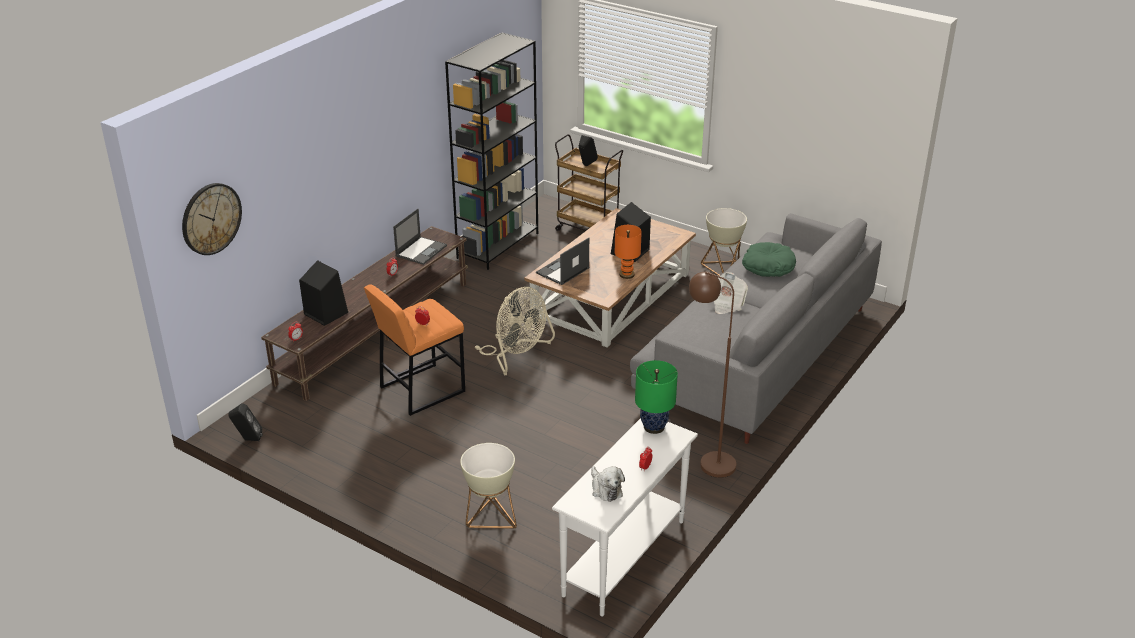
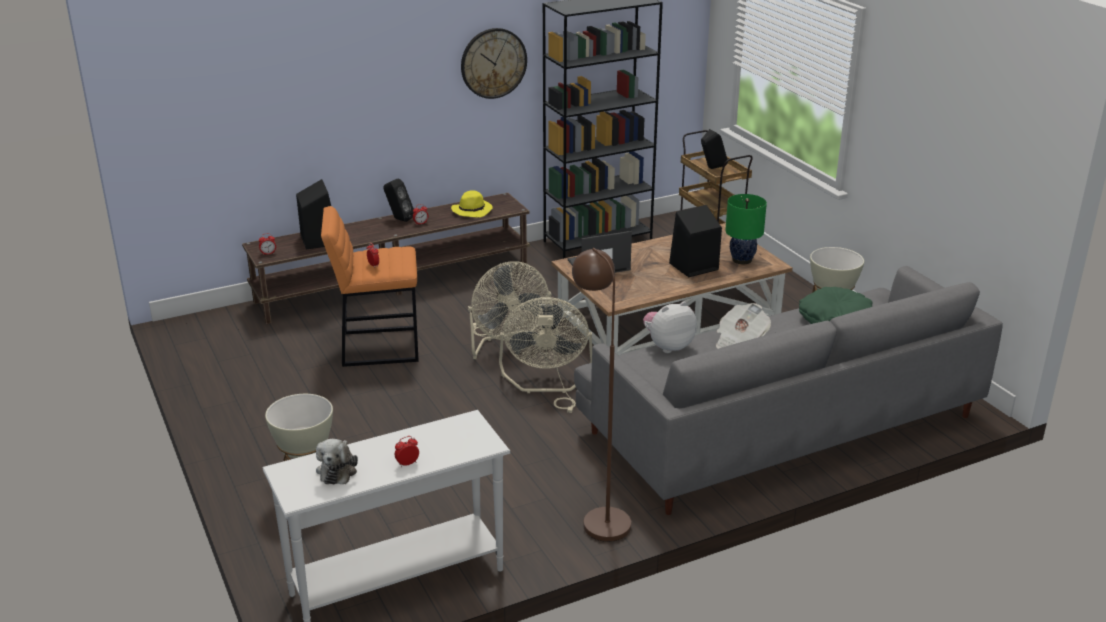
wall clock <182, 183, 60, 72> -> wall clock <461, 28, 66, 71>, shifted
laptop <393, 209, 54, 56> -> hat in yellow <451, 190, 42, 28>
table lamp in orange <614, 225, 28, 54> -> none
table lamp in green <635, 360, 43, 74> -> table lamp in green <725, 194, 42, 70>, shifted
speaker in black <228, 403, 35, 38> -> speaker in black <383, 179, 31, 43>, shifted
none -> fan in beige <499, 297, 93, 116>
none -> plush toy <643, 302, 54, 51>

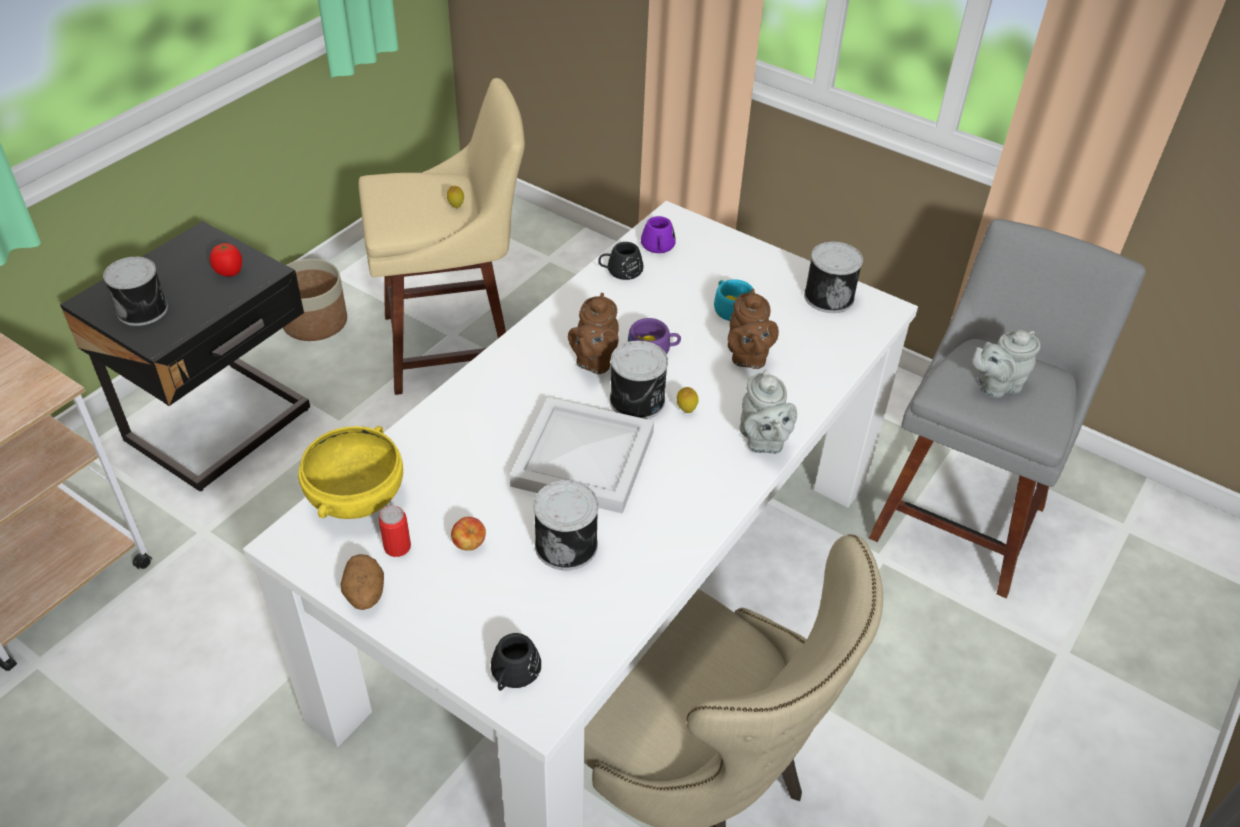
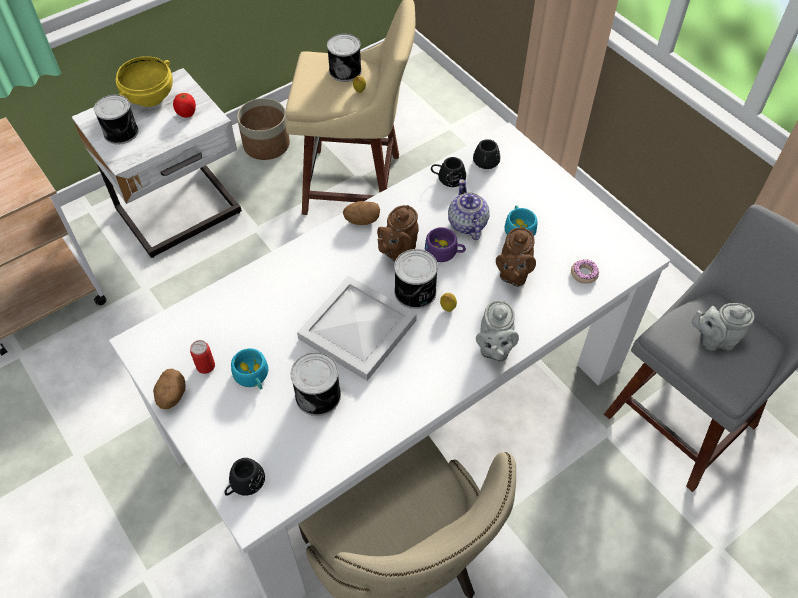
mug in purple <641, 216, 35, 37> -> mug in black <473, 139, 27, 30>
nightstand in black <60, 221, 250, 270> -> nightstand in white <72, 68, 170, 190>
can <804, 241, 59, 72> -> can <327, 34, 35, 48>, shifted
bowl in yellow <298, 426, 105, 93> -> bowl in yellow <116, 56, 57, 51>, shifted
apple <451, 517, 35, 34> -> cup in turquoise <231, 348, 37, 42>
none -> teapot <448, 179, 42, 61>
none -> potato <343, 201, 37, 24>
none -> donut <571, 259, 28, 25>

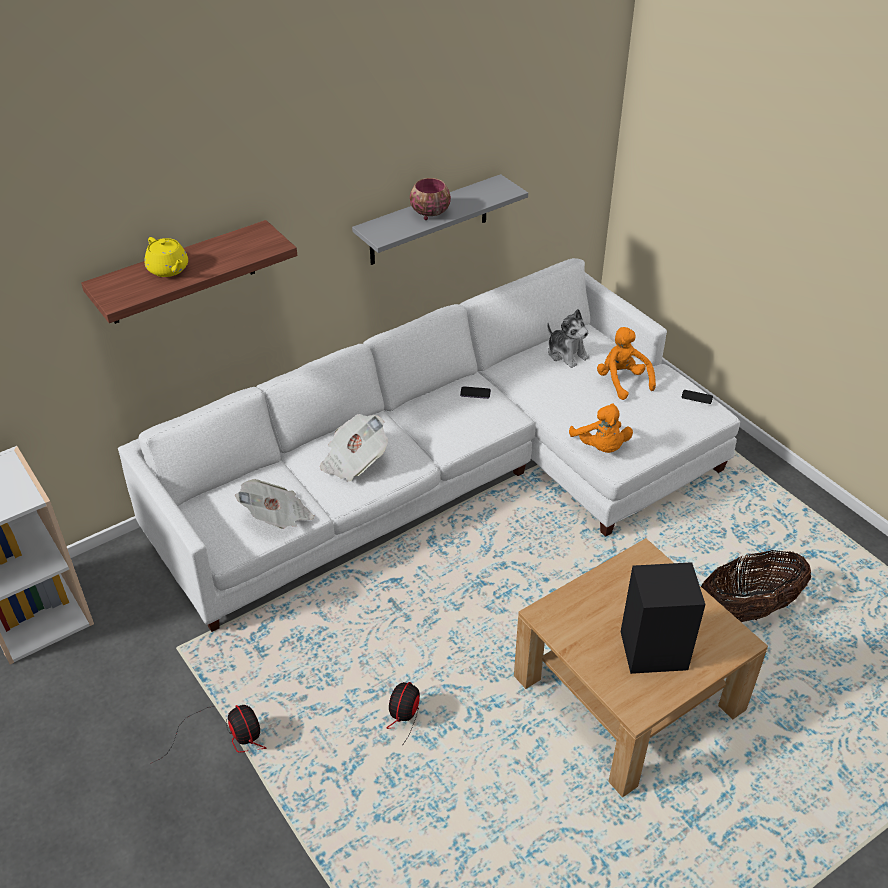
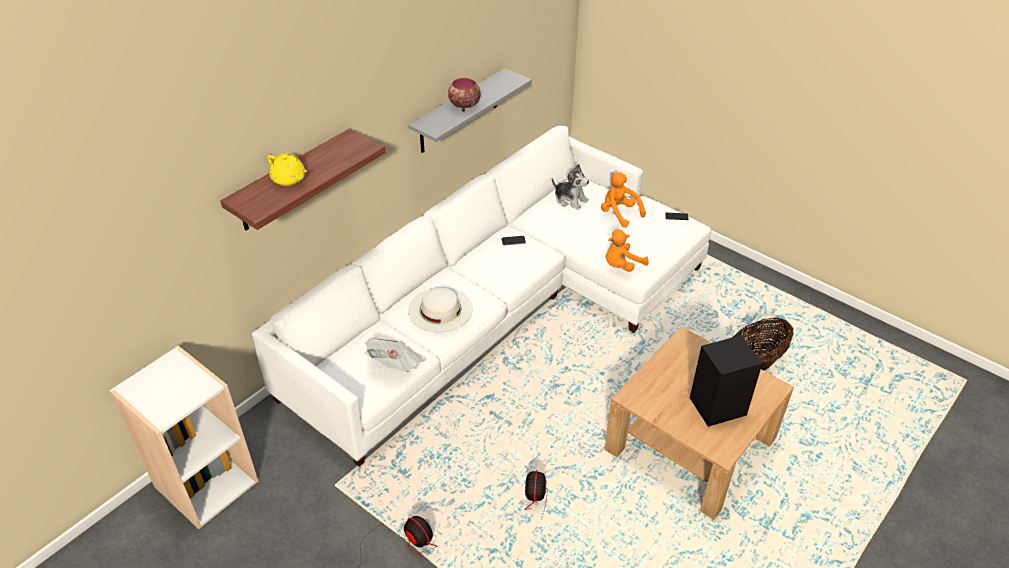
plush toy in orange <569, 403, 64, 50> -> plush toy in orange <606, 229, 43, 43>, 90 degrees clockwise
newspaper <320, 414, 68, 67> -> hat in white <408, 287, 65, 45>

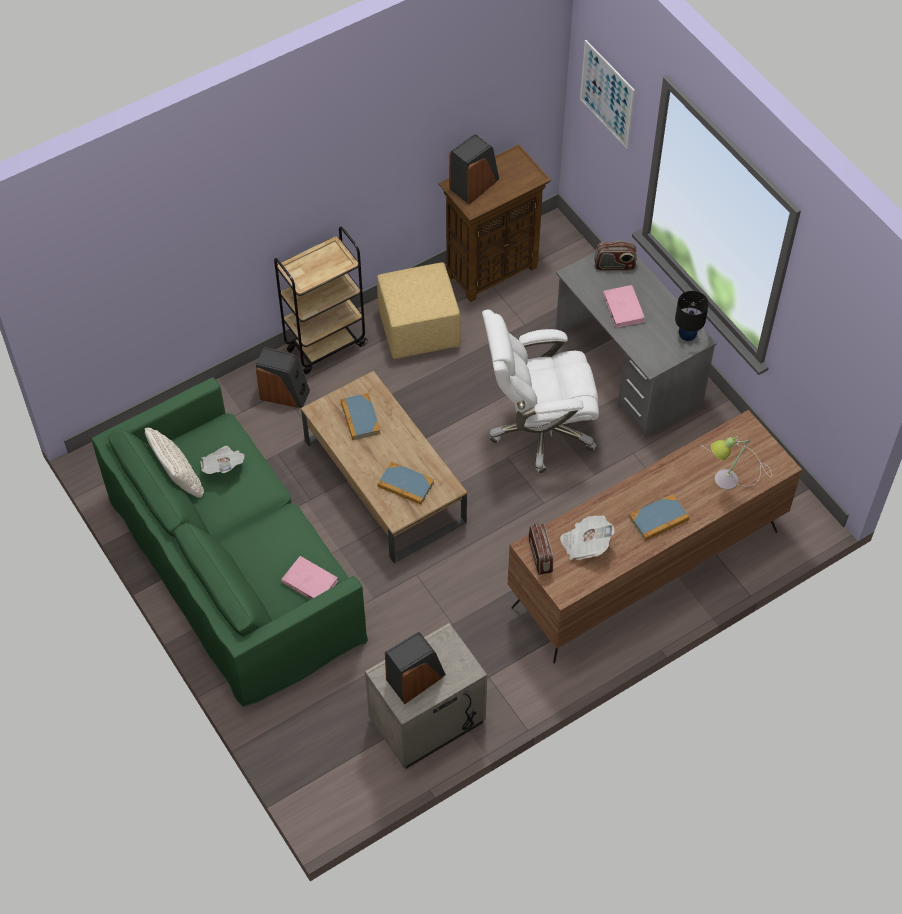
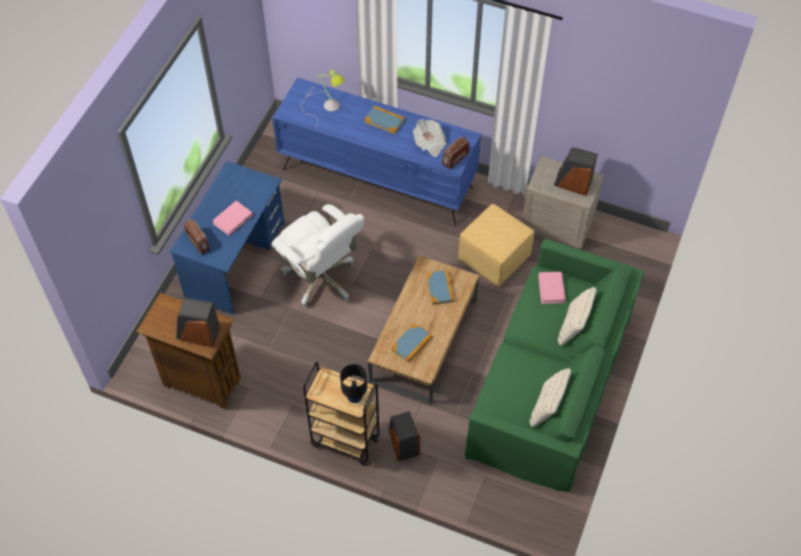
picture <580, 40, 55, 109> -> none
desk in grey <556, 238, 161, 200> -> desk in blue <170, 161, 115, 154>
ottoman in yellow <377, 262, 84, 97> -> ottoman in yellow <458, 204, 76, 83>, shifted
table lamp in black <675, 291, 34, 50> -> table lamp in black <340, 364, 27, 39>, shifted
tv stand in brown <508, 410, 294, 254> -> tv stand in blue <272, 77, 209, 149>
newspaper <201, 446, 44, 28> -> none
none -> pillow in beige <558, 287, 38, 58>

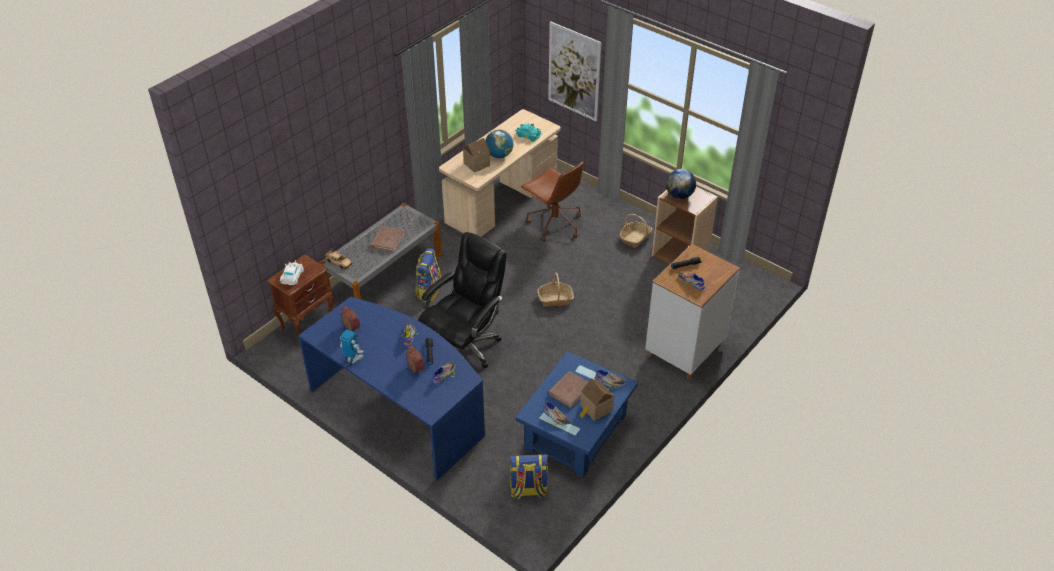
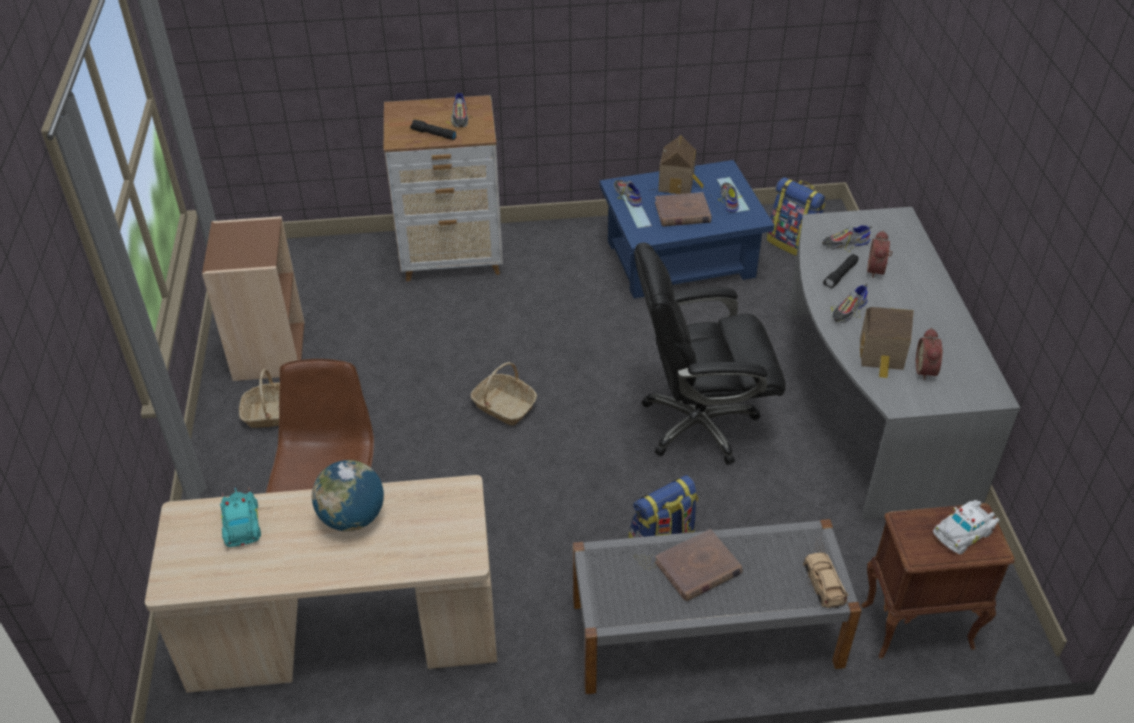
picture <548, 21, 53, 101> -> none
toy house <463, 138, 27, 35> -> toy house <860, 307, 54, 71>, shifted
globe <666, 169, 30, 30> -> none
desk in blue <298, 297, 187, 184> -> desk in grey <787, 207, 233, 313>
toy robot <340, 329, 24, 34> -> none

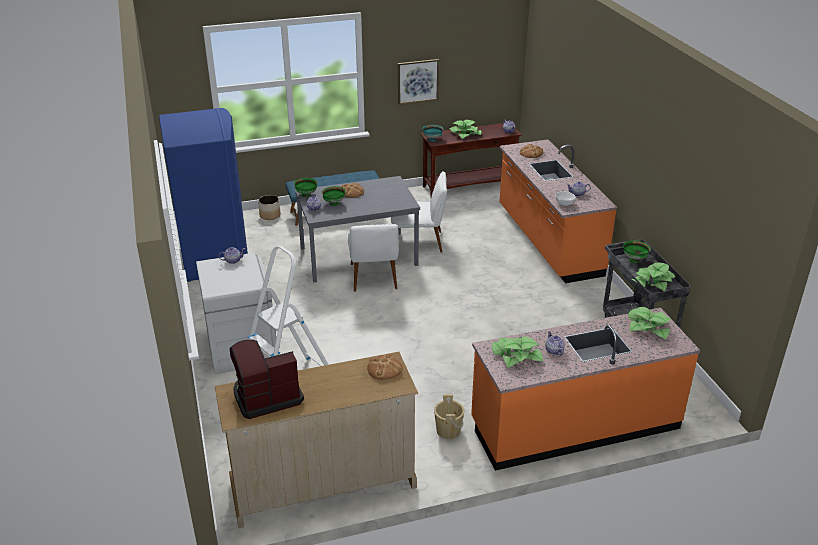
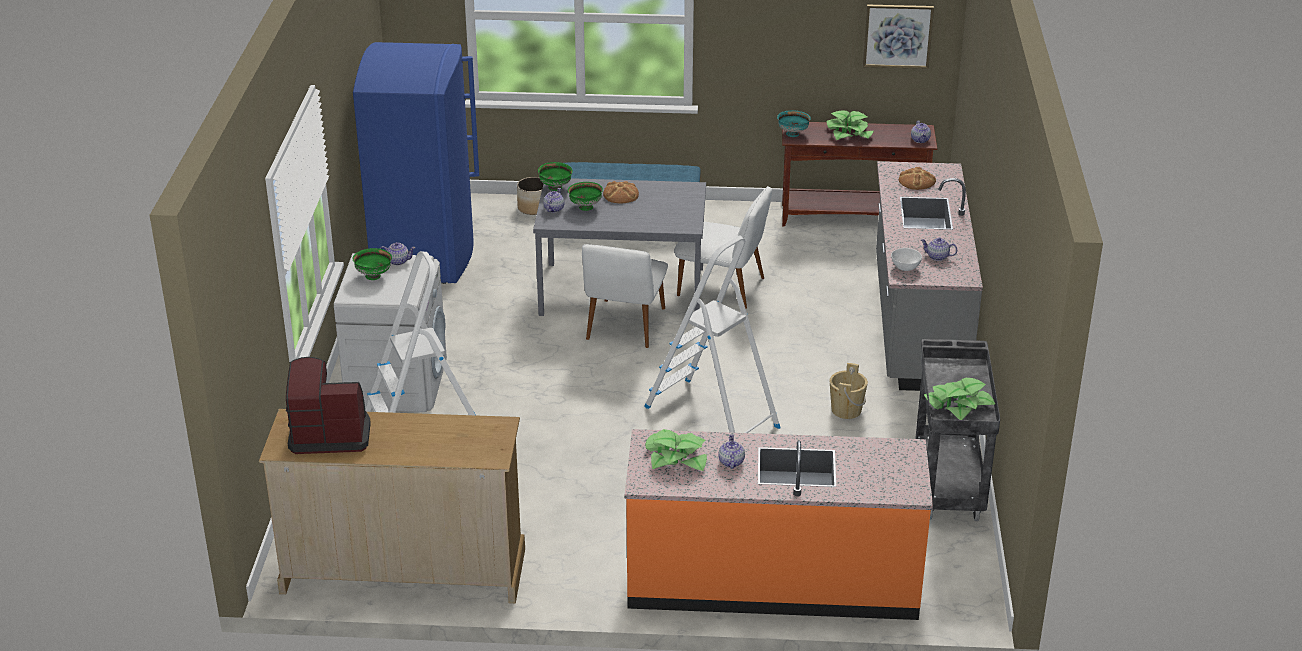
picture <398, 59, 41, 46> -> picture <863, 5, 71, 64>, shifted
counter in orange <500, 139, 117, 144> -> counter in grey <876, 161, 107, 230>
bowl in green <623, 240, 28, 23> -> bowl in green <352, 248, 40, 32>, shifted
potted plant <628, 307, 43, 32> -> none
bread <367, 354, 36, 26> -> none
bucket in beige <434, 394, 30, 45> -> bucket in beige <829, 363, 39, 56>, shifted
none -> step ladder in white <644, 235, 137, 198>

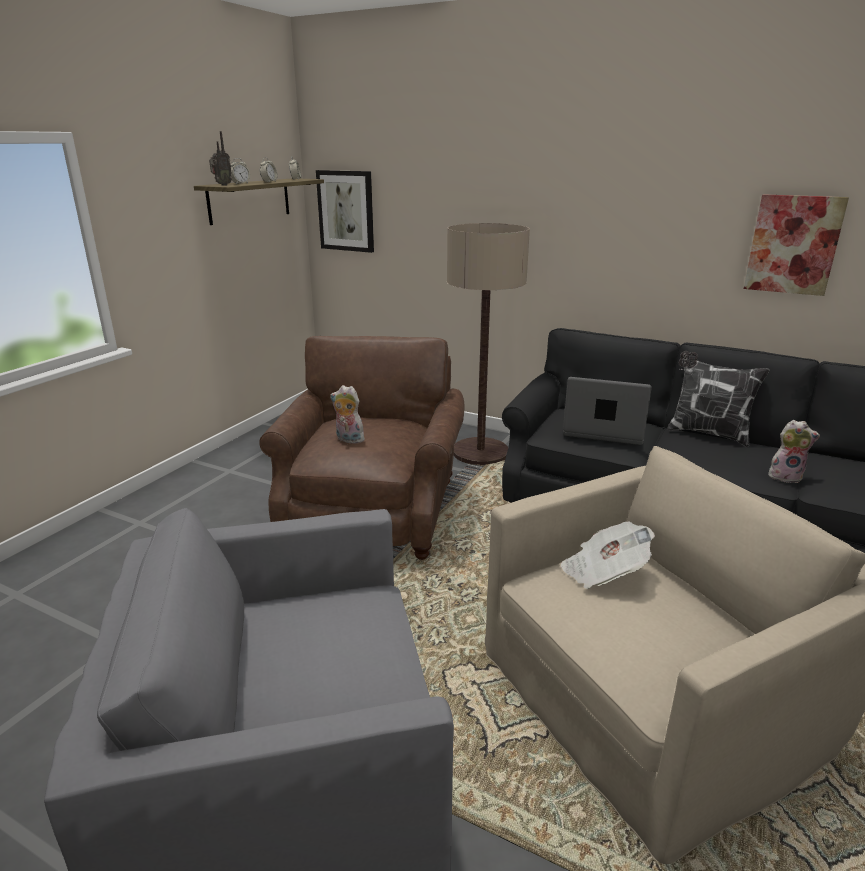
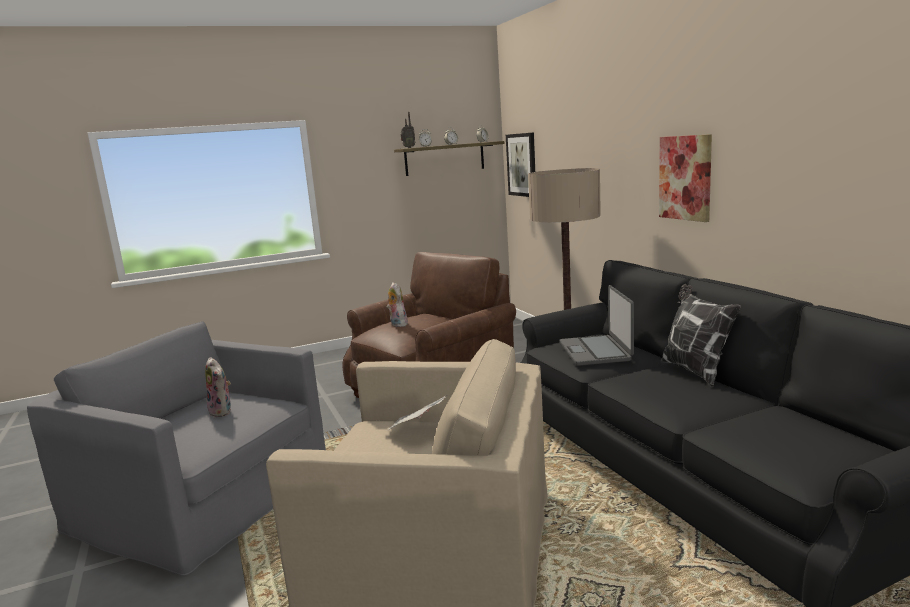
picture <744, 194, 105, 102> -> picture <659, 134, 53, 88>, shifted
laptop <563, 377, 89, 68> -> laptop <559, 285, 75, 81>, 150 degrees counterclockwise
plush toy <768, 420, 52, 63> -> plush toy <205, 357, 26, 60>, shifted

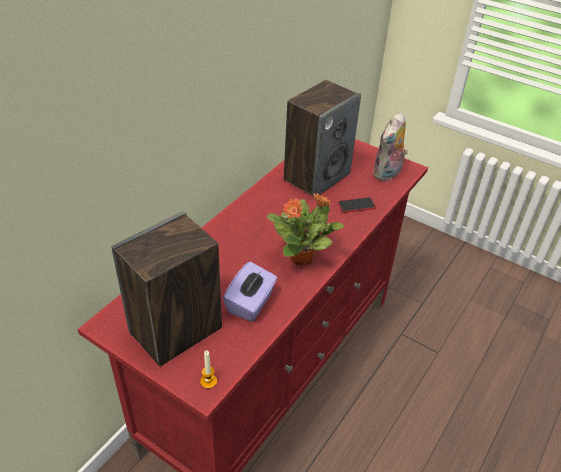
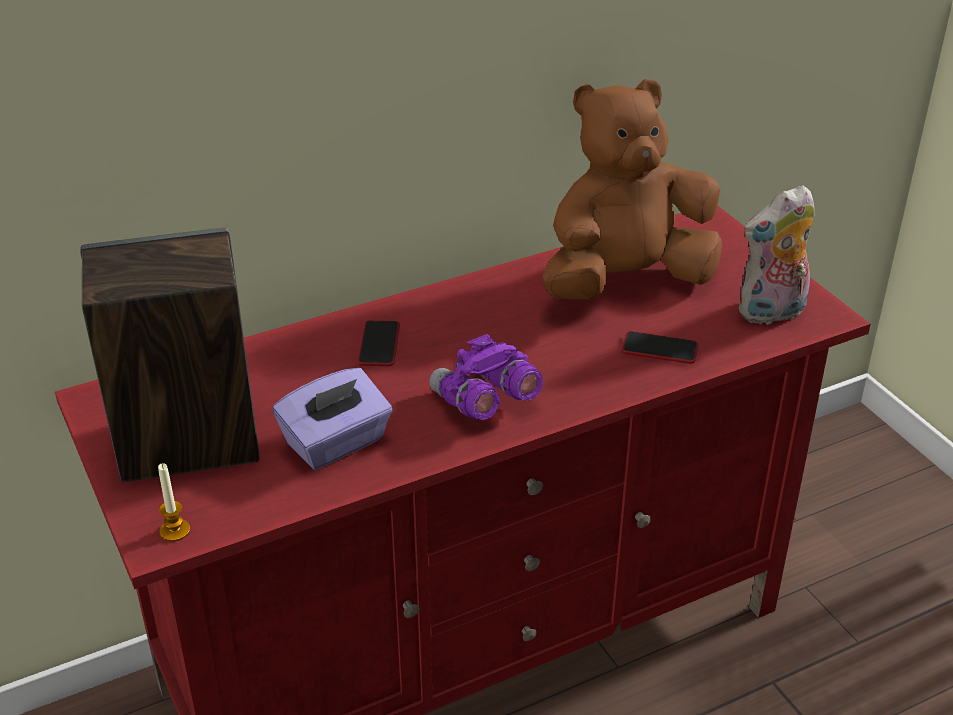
speaker <284, 80, 77, 118> -> plush toy in brown <543, 79, 179, 221>
potted plant <267, 193, 77, 72> -> binoculars in purple <429, 334, 114, 86>
none -> phone <357, 320, 43, 46>

